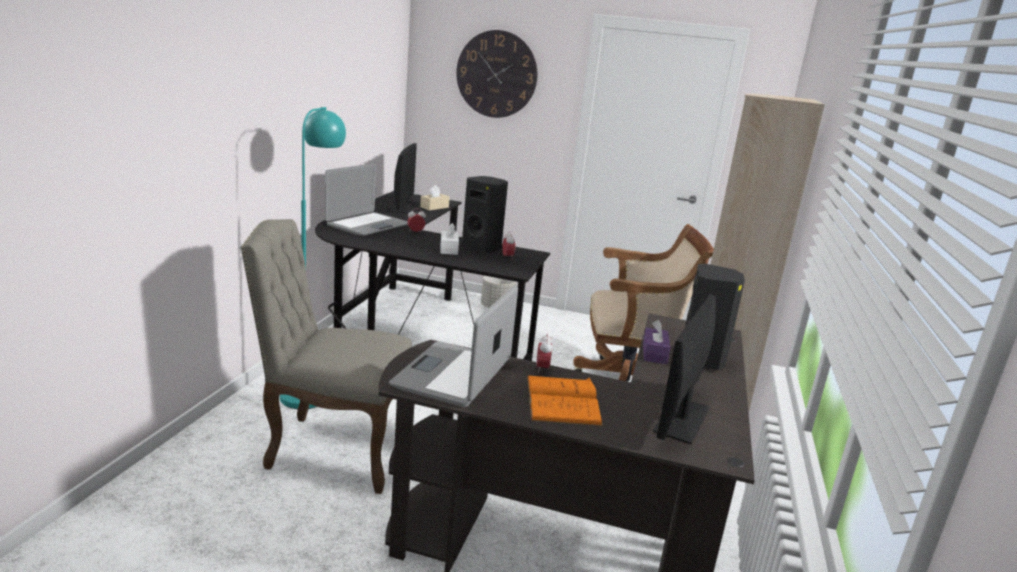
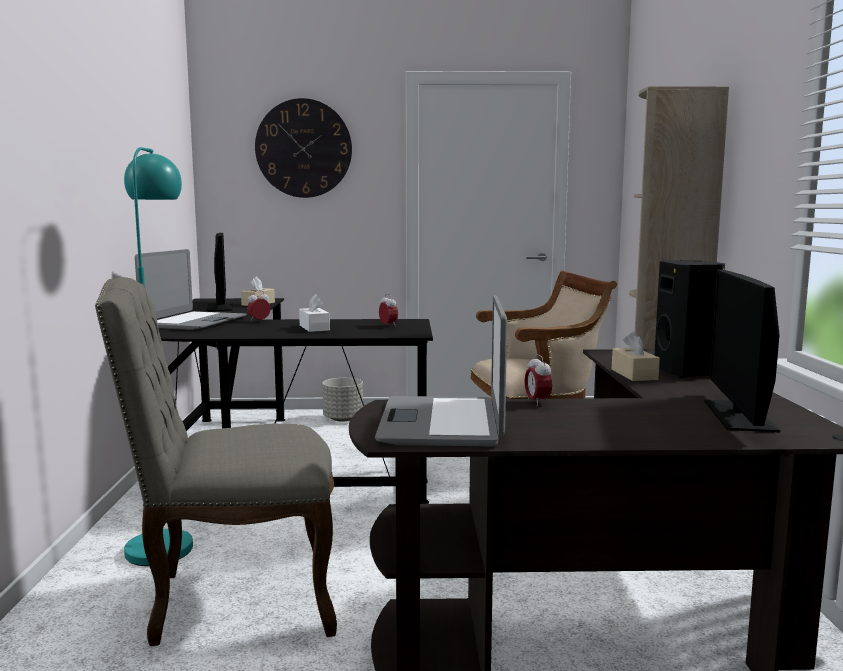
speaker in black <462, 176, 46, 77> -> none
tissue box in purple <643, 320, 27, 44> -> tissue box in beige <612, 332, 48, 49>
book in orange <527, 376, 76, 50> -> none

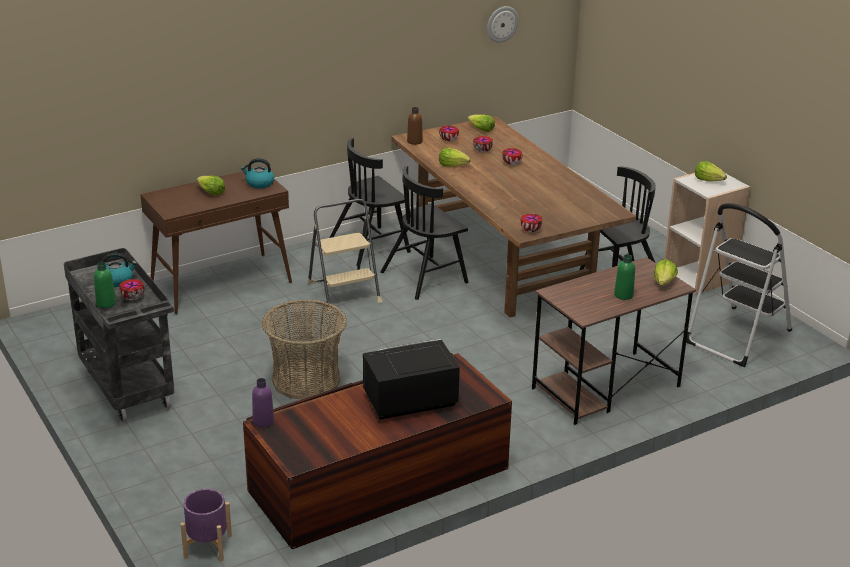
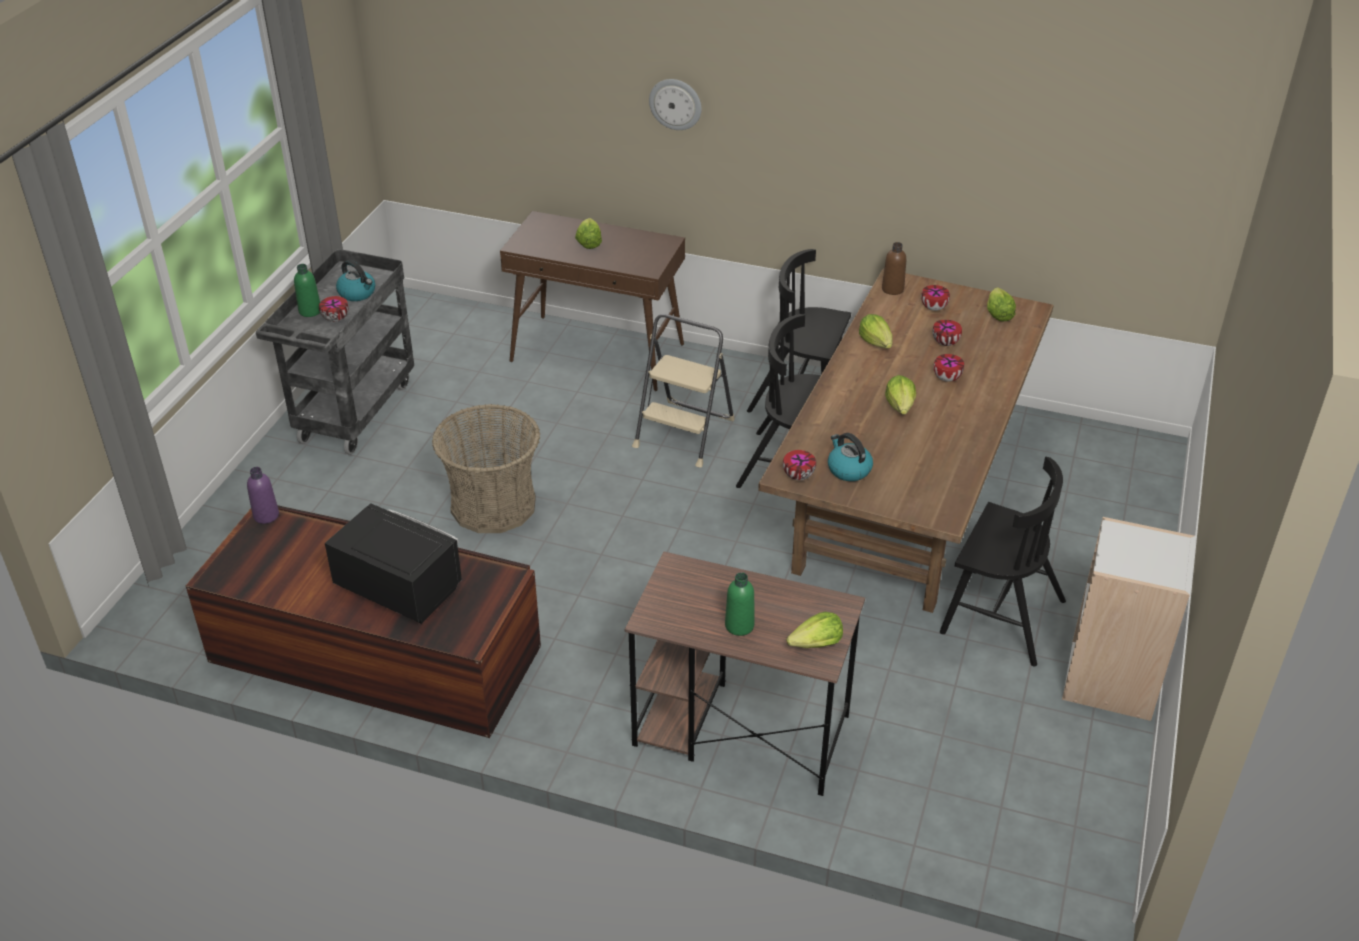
wall clock <487, 6, 32, 37> -> wall clock <649, 79, 52, 51>, shifted
kettle <241, 158, 33, 31> -> kettle <828, 433, 45, 48>, shifted
lettuce <695, 161, 32, 20> -> lettuce <885, 375, 31, 40>, shifted
step ladder <686, 203, 106, 164> -> none
planter in purple <180, 489, 52, 73> -> none

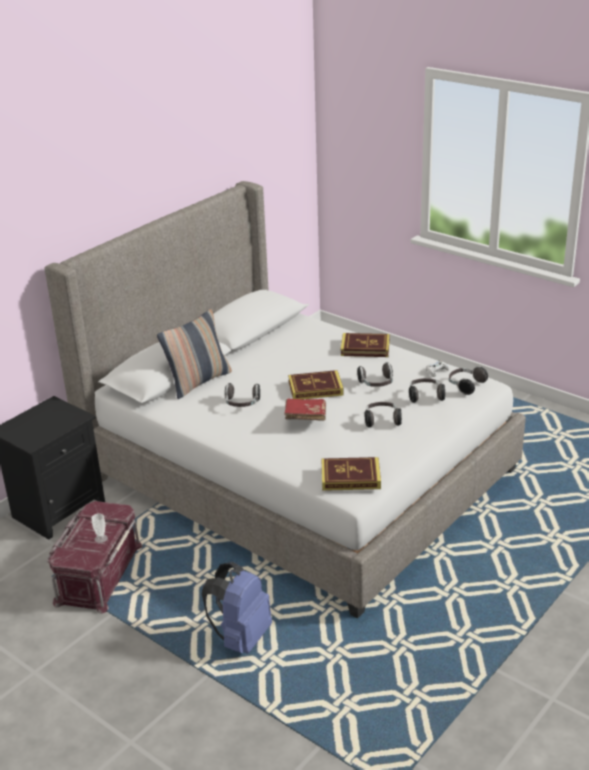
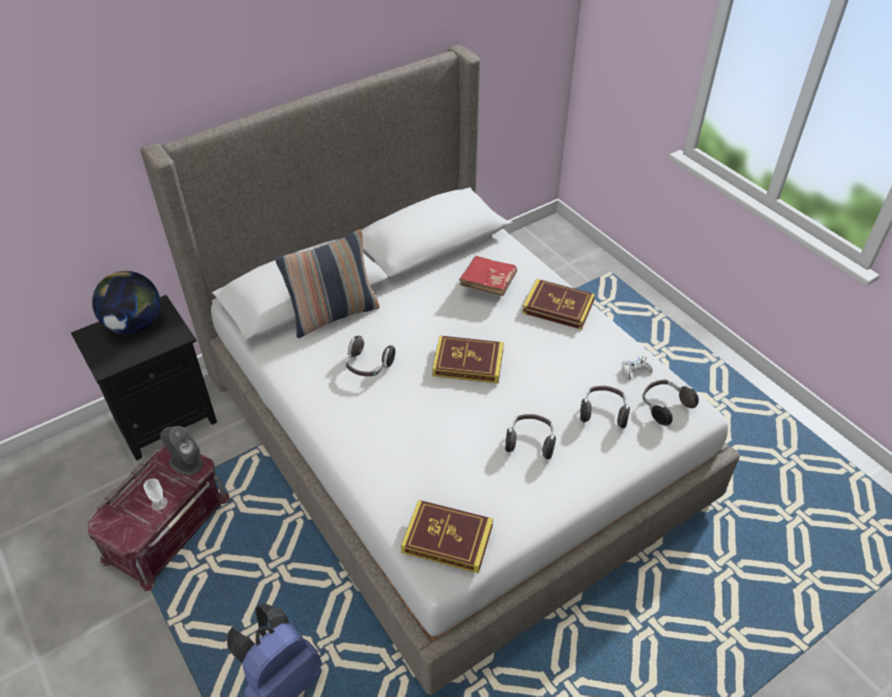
headphones <357, 362, 36, 25> -> none
book in red <284, 398, 42, 23> -> book in red <459, 256, 58, 40>, shifted
none -> globe <92, 271, 68, 64>
none -> speaker in grey <160, 426, 43, 49>

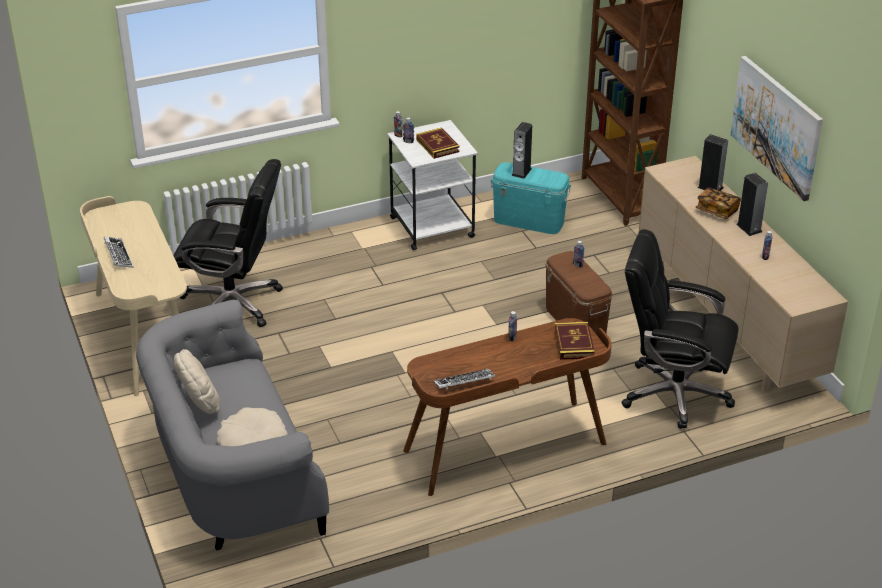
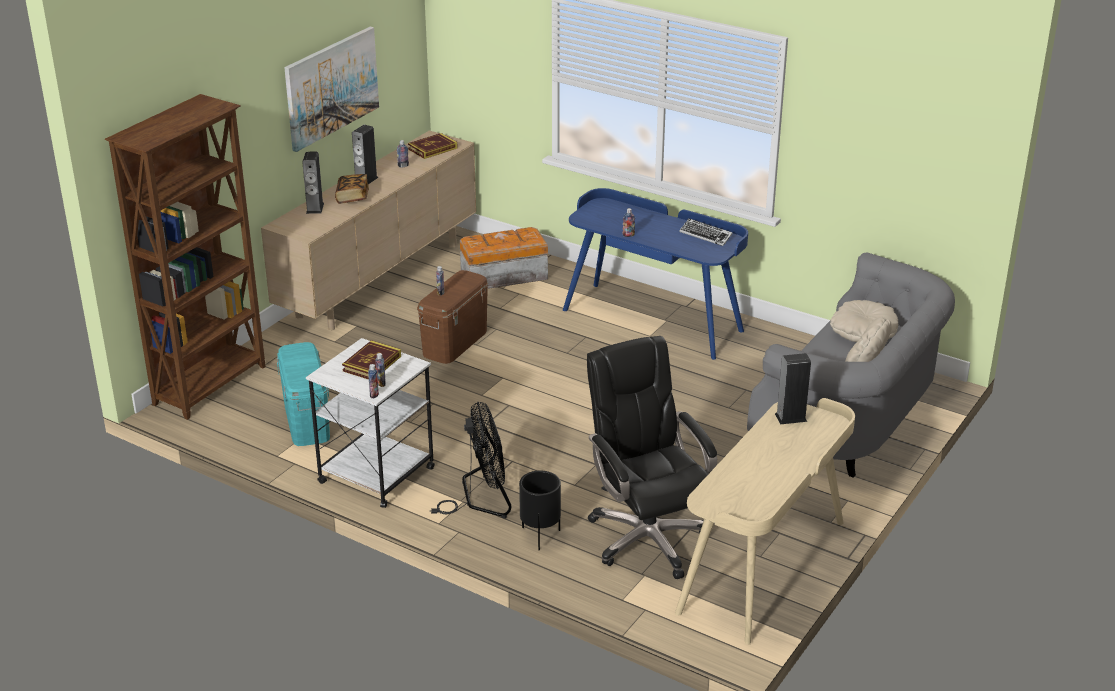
speaker <511, 122, 21, 57> -> speaker <775, 353, 36, 72>, shifted
office chair in black <621, 229, 117, 200> -> storage box <460, 227, 88, 62>
keyboard <104, 237, 29, 31> -> none
desk in brown <403, 318, 209, 178> -> desk in blue <563, 188, 185, 172>
book <554, 322, 41, 38> -> book <408, 133, 50, 26>, shifted
none -> fan in black <429, 402, 82, 117>
none -> planter in black <519, 471, 42, 79>

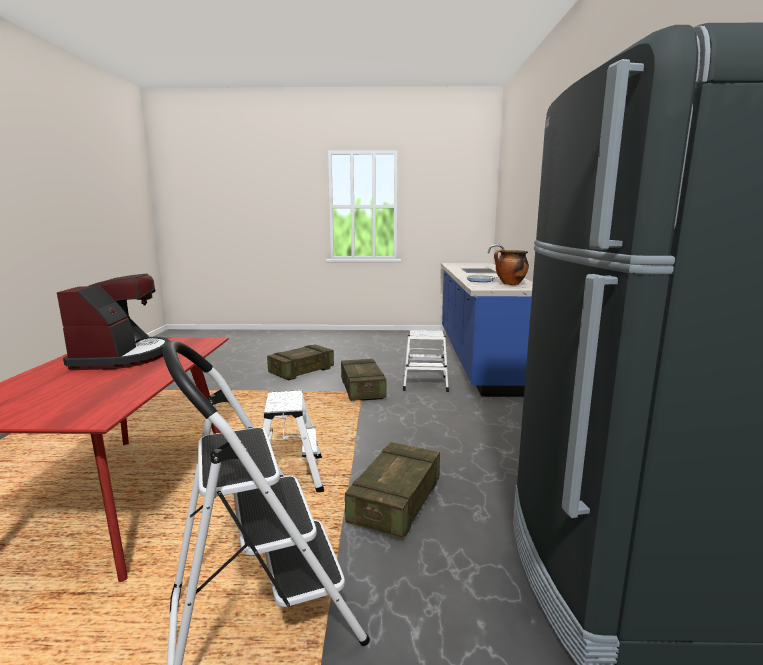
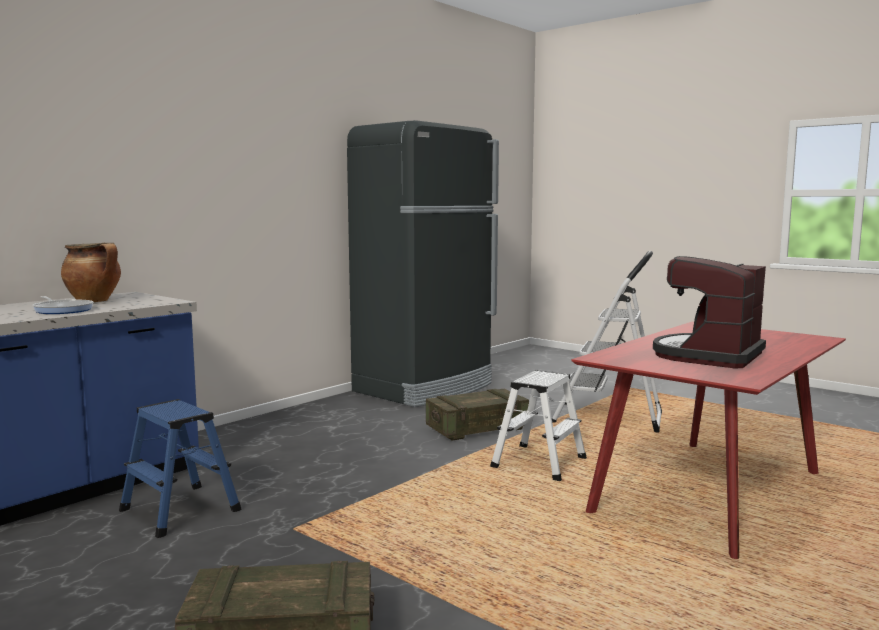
step ladder in white <403, 330, 46, 62> -> step ladder in blue <119, 399, 123, 139>
crate <341, 359, 45, 42> -> none

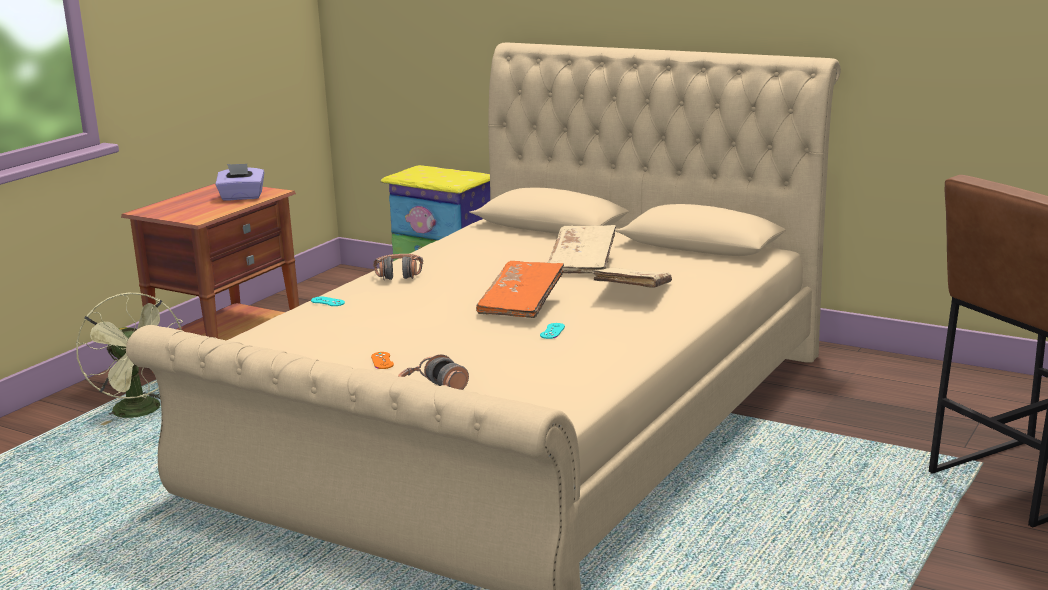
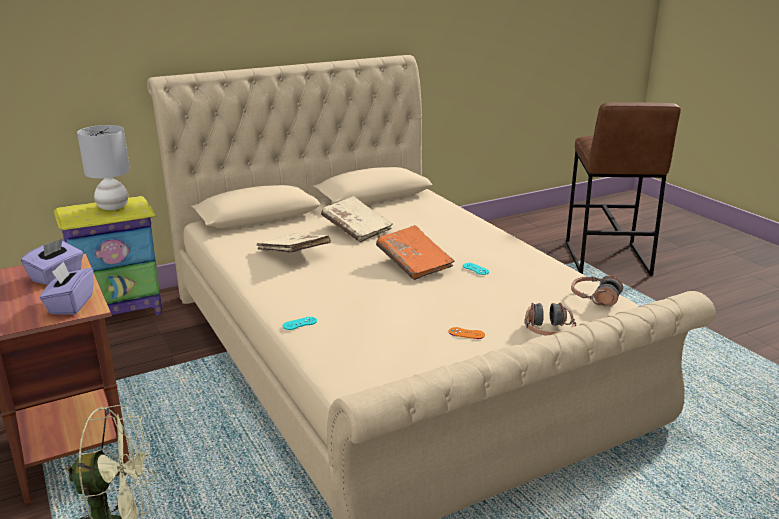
headphones <373, 254, 50, 26> -> headphones <571, 275, 52, 32>, shifted
book in beige <593, 267, 79, 21> -> book in beige <256, 233, 75, 20>, shifted
none -> table lamp in grey <77, 125, 53, 85>
none -> tissue box in purple <40, 261, 53, 53>

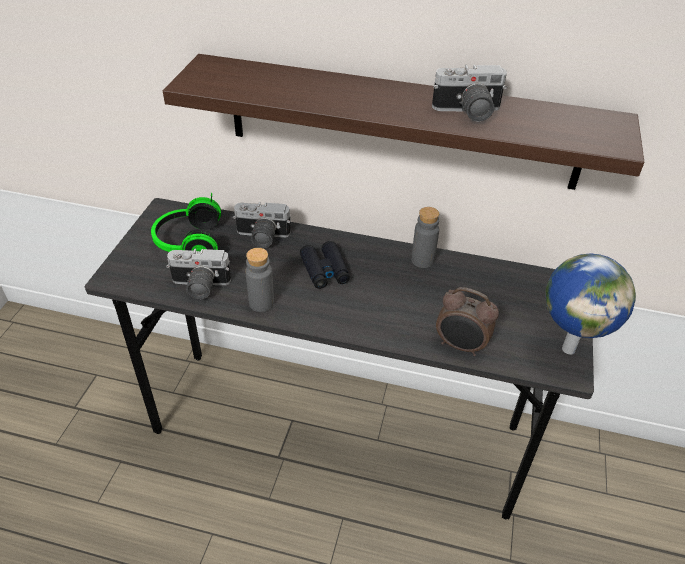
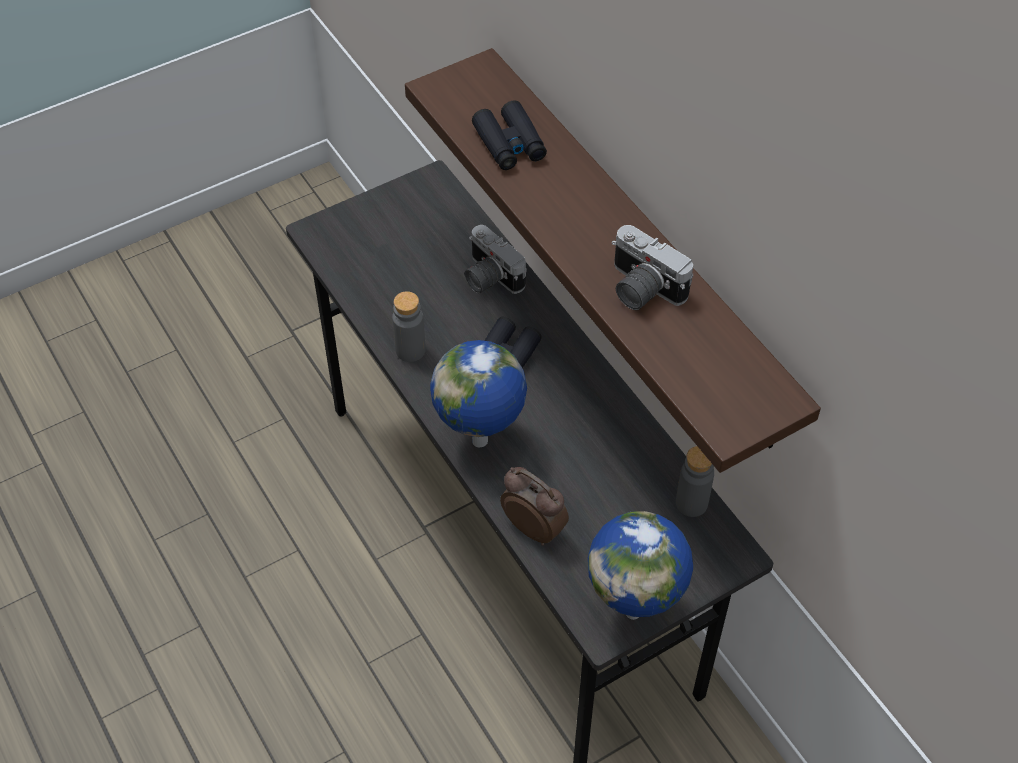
headphones <151, 193, 70, 59> -> none
bottle in grey <411, 207, 28, 61> -> bottle in grey <676, 446, 38, 71>, shifted
photo camera <166, 249, 65, 50> -> none
alarm clock <436, 287, 63, 69> -> alarm clock <500, 467, 69, 79>, 150 degrees clockwise
none -> binoculars in black <472, 100, 75, 70>
none -> globe <430, 340, 97, 107>

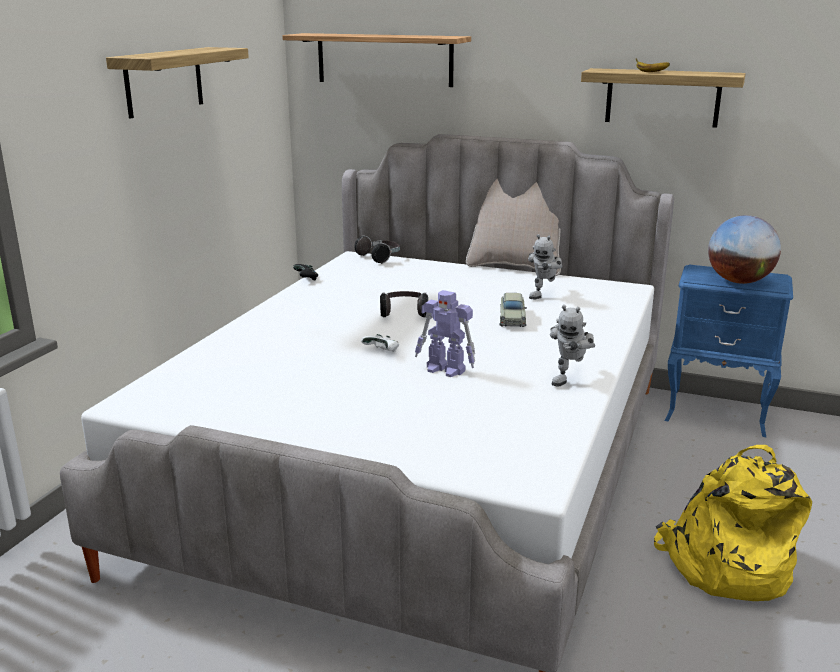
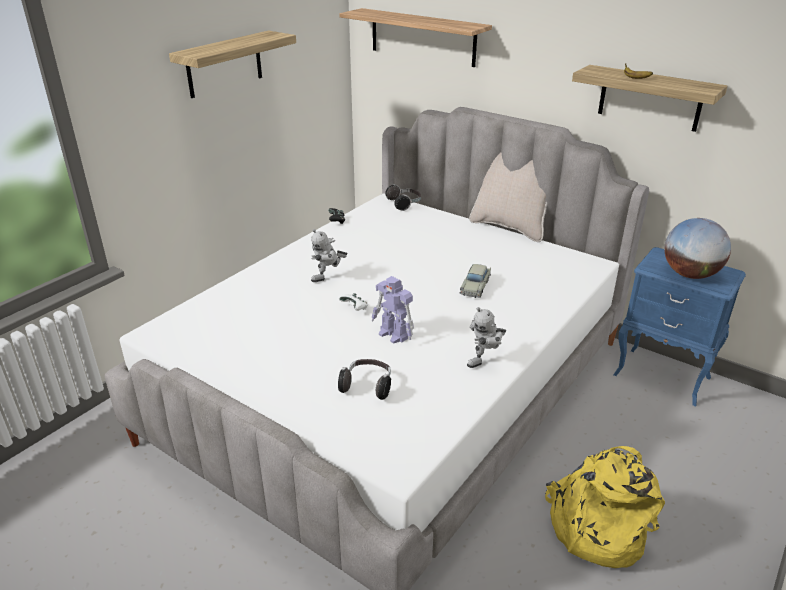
toy robot <528, 234, 34, 65> -> toy robot <311, 229, 37, 53>, shifted
headphones <380, 291, 48, 26> -> headphones <338, 359, 53, 41>, shifted

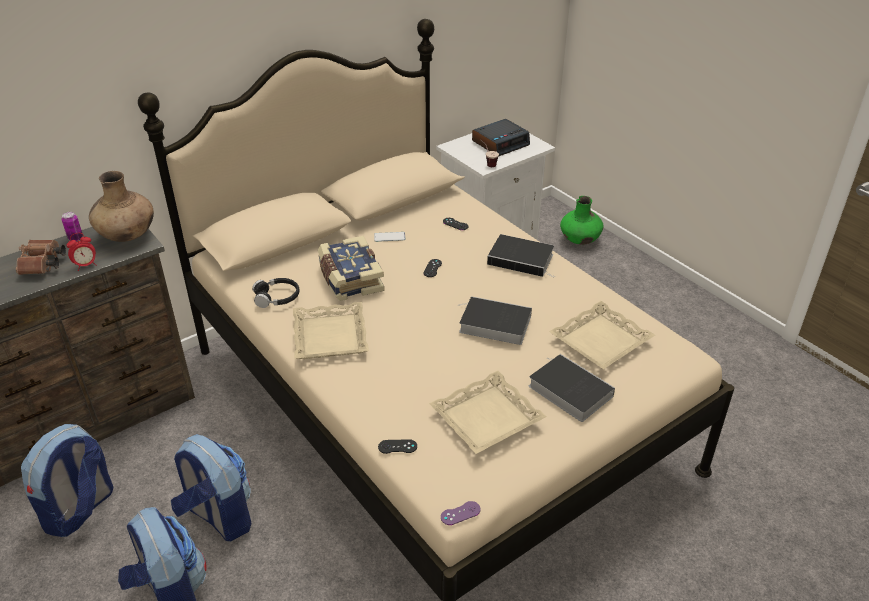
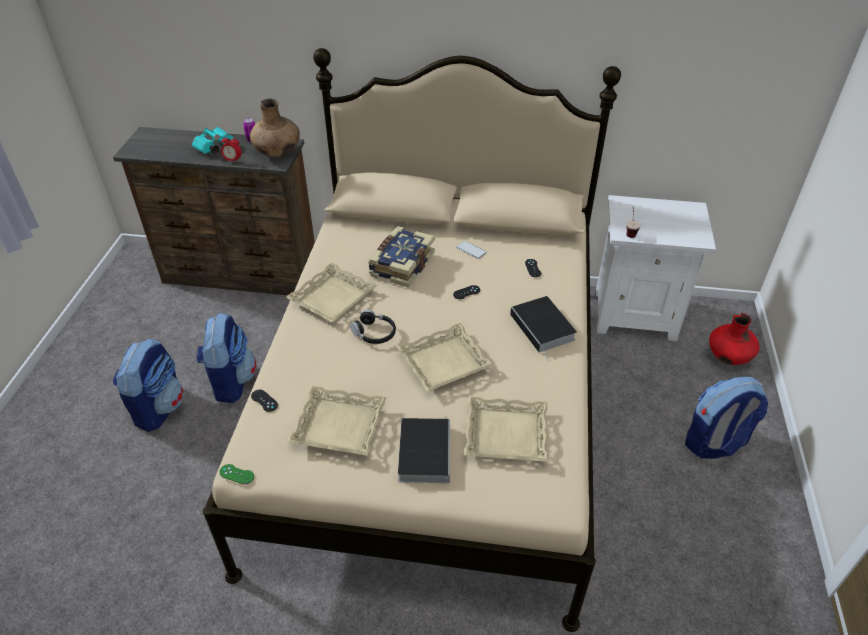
alarm clock <472, 119, 58, 38> -> none
vase in green <560, 196, 44, 49> -> vase in red <709, 313, 50, 52>
binoculars in brown <16, 240, 50, 35> -> binoculars in turquoise <192, 127, 42, 27>
headphones in black <252, 278, 48, 30> -> headphones in black <350, 310, 46, 34>, shifted
book <459, 296, 73, 49> -> tray in beige <397, 323, 97, 69>
backpack <21, 424, 92, 113> -> backpack <685, 377, 83, 82>, shifted
game controller in purple <441, 501, 40, 24> -> game controller in green <220, 464, 34, 20>

